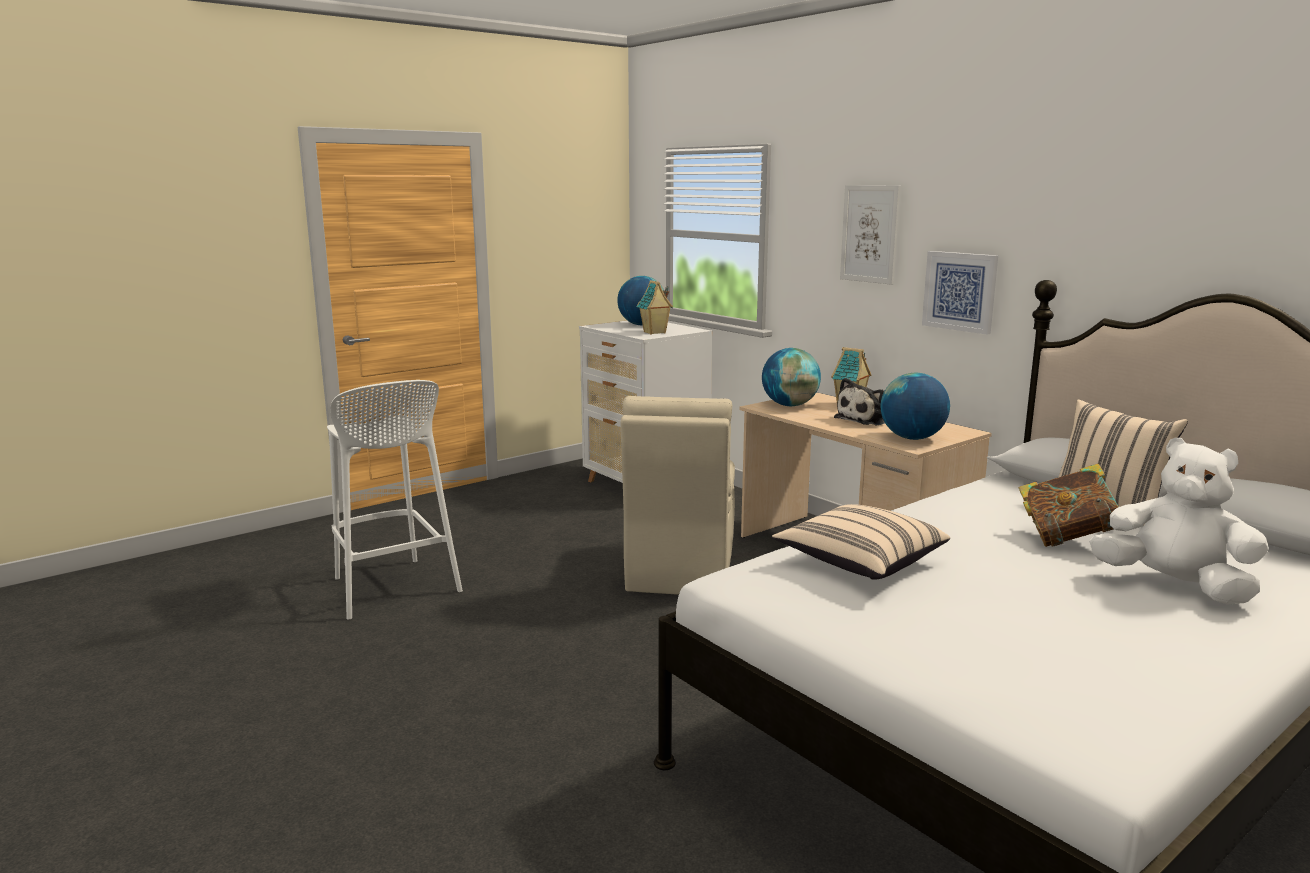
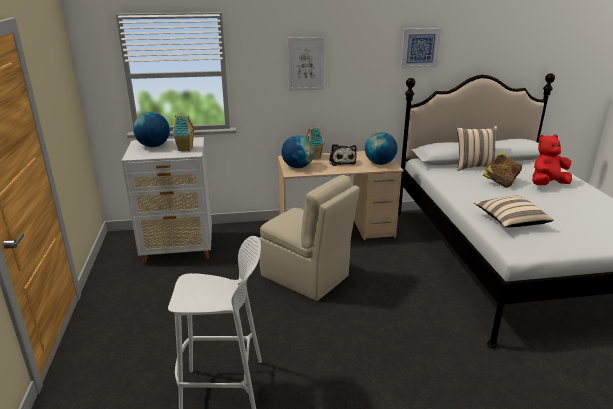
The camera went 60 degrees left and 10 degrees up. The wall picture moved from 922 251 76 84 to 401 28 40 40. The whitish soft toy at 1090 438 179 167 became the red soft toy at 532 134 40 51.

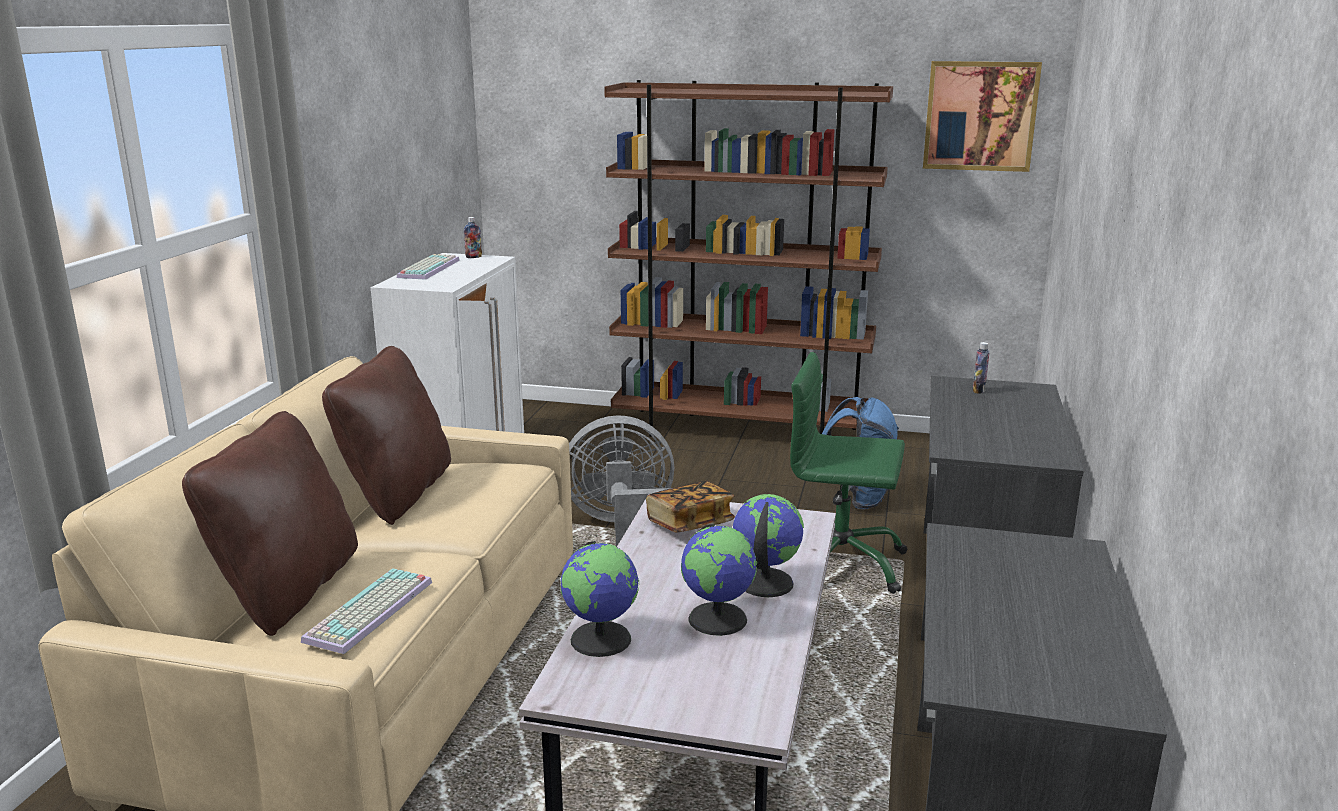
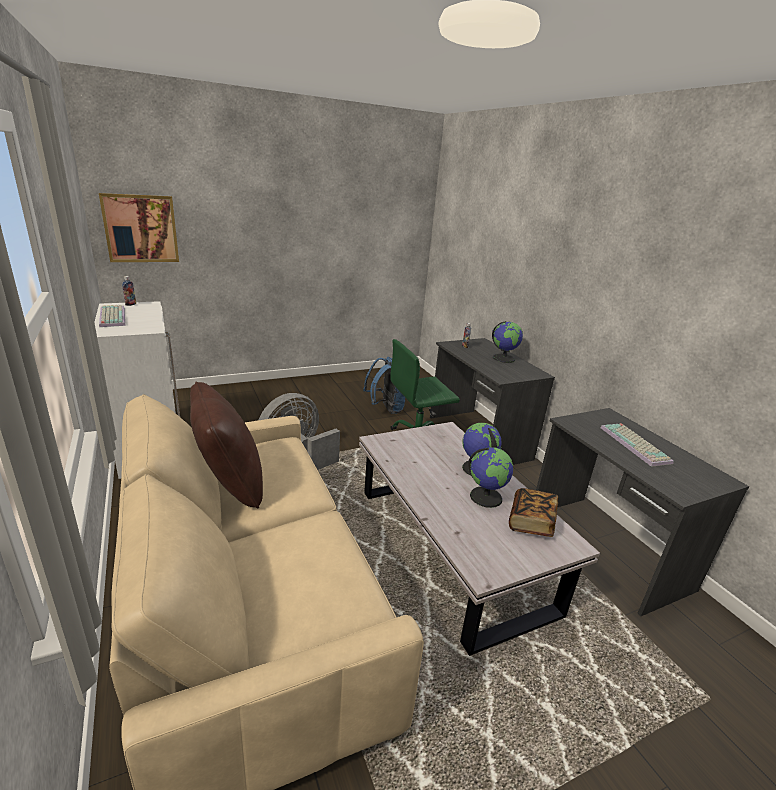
The camera went 40 degrees left and 5 degrees up. The brown cushion at 182 411 176 225 disappeared. The brown bookshelf at 604 80 289 357 disappeared. The keyboard moved from 301 568 131 86 to 601 423 73 44. The world globe moved from 560 541 79 116 to 492 321 31 42. The volume moved from 646 481 89 52 to 509 488 49 49. The wall picture moved from 923 61 119 111 to 99 193 80 69.

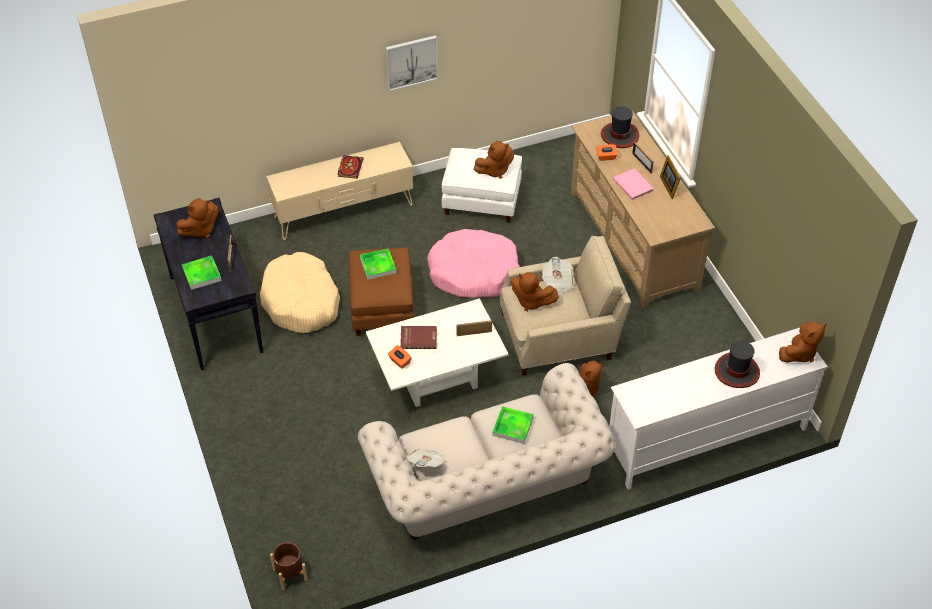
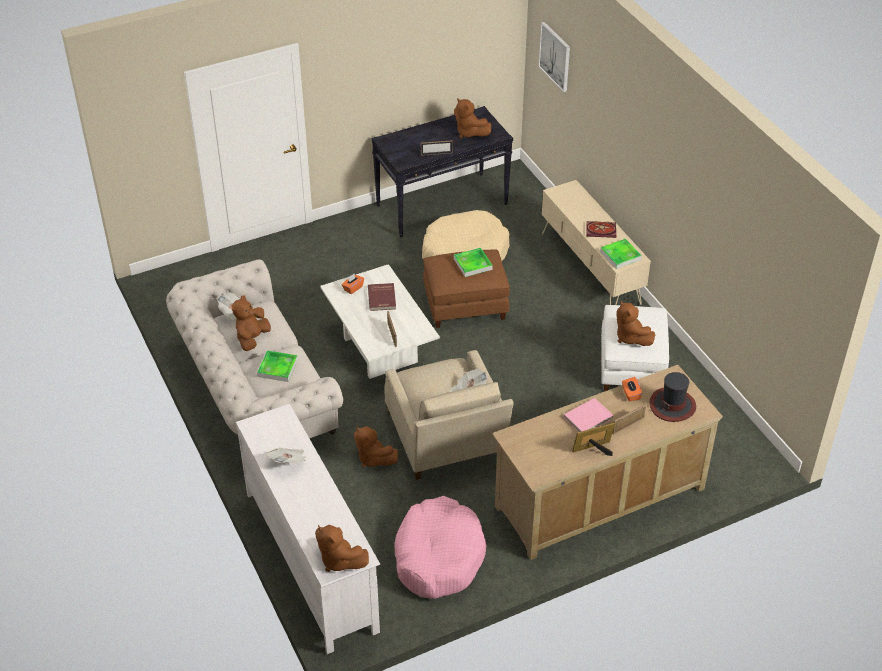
The camera went 85 degrees right and 5 degrees down. The brown plant pot at 270 542 38 48 disappeared. The hat at 715 341 45 47 disappeared. The printed paper at 266 448 40 15 appeared. The carrying tray moved from 182 256 40 34 to 600 239 42 30. The wall picture moved from 385 35 53 56 to 538 22 32 70. The pink-coloured dog bed moved from 427 229 93 69 to 394 496 92 103. The brown soft toy moved from 511 272 48 39 to 231 295 40 56.

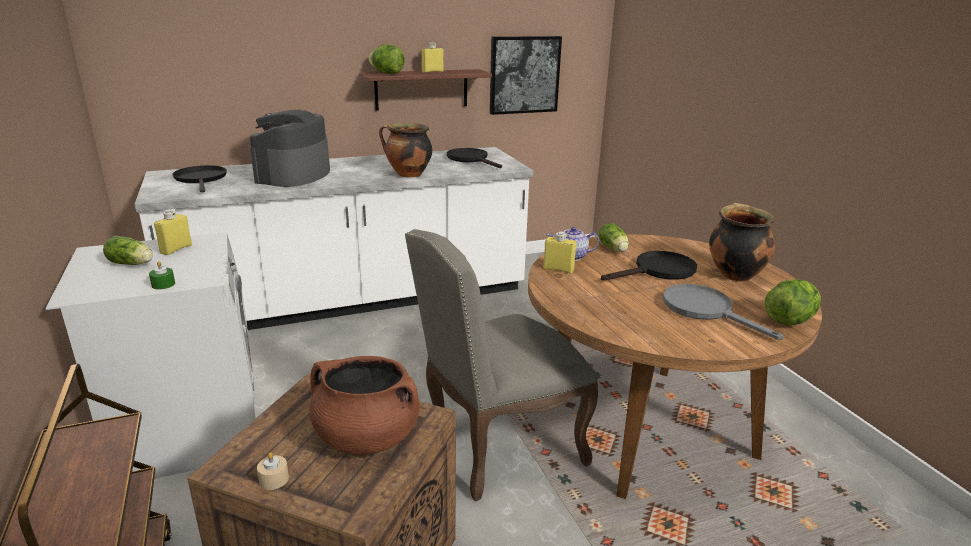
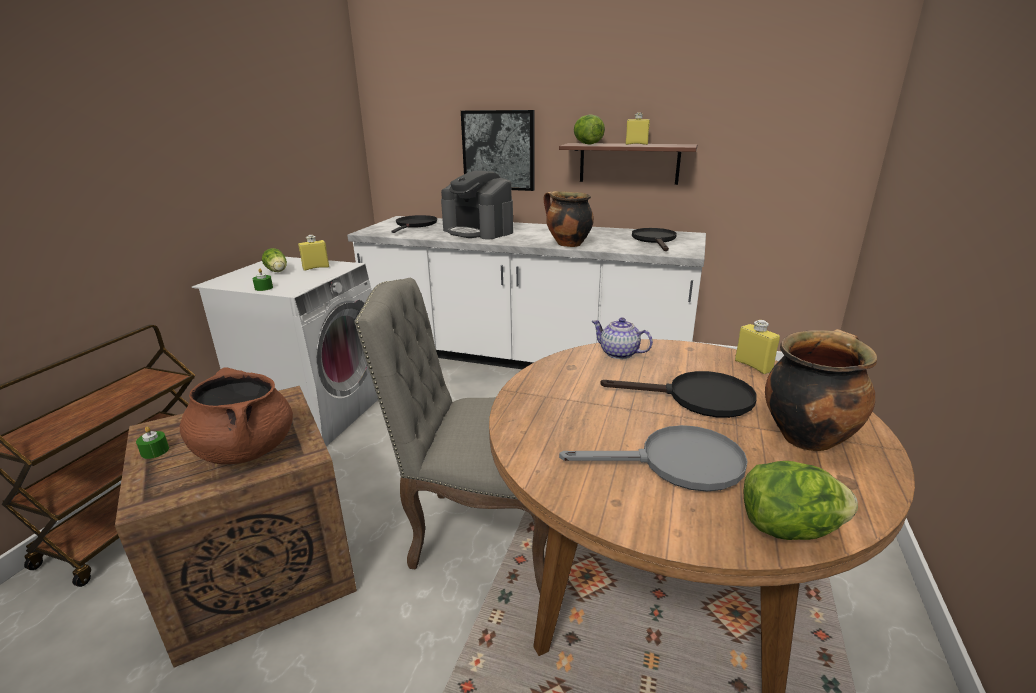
The camera went 40 degrees right and 0 degrees up. The head of lettuce at 599 223 30 29 disappeared. The wall picture moved from 490 36 72 79 to 461 110 74 81. The yellowish drink bottle moved from 543 231 33 43 to 735 320 45 54. The beige-coloured candle at 257 452 32 38 became the green candle at 136 427 33 32. The coffee machine at 250 110 80 77 turned 105 degrees counterclockwise. The greyish frying pan at 663 284 121 56 turned 90 degrees clockwise.

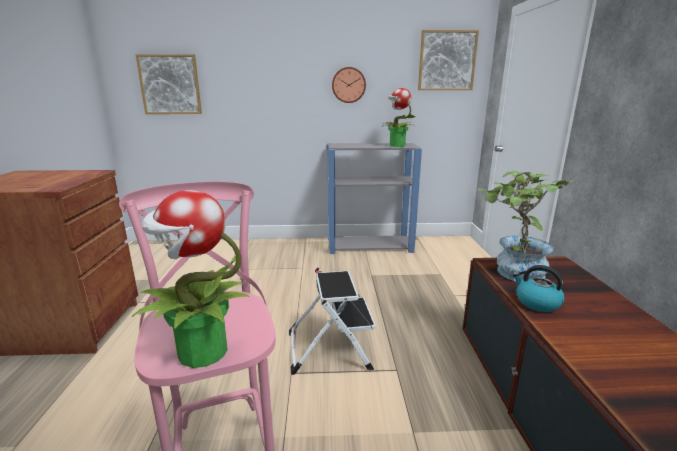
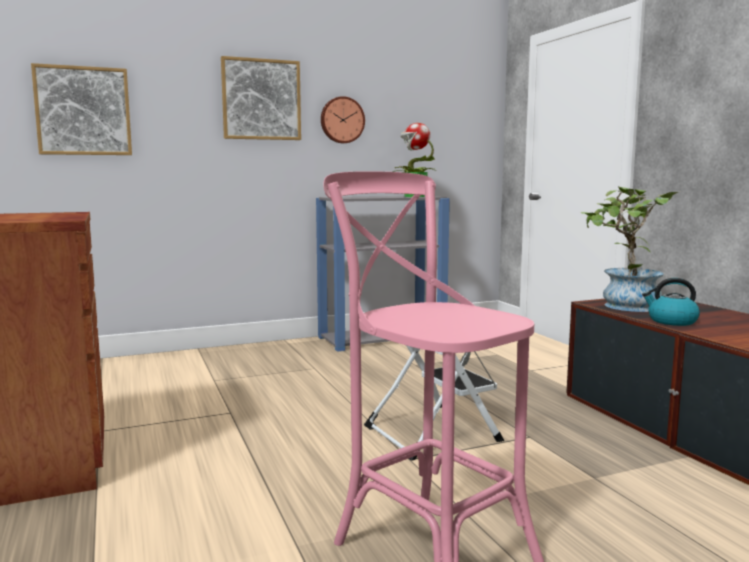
The camera went 20 degrees left and 10 degrees down. The potted plant at 132 190 118 178 disappeared. The wall picture moved from 418 30 61 60 to 221 56 80 84.

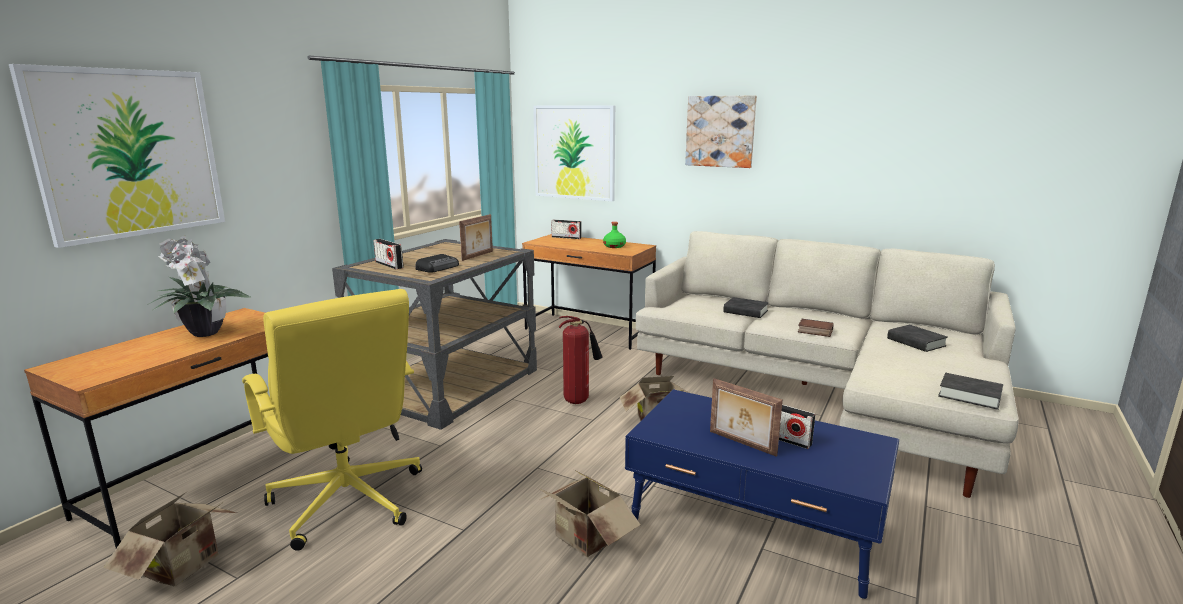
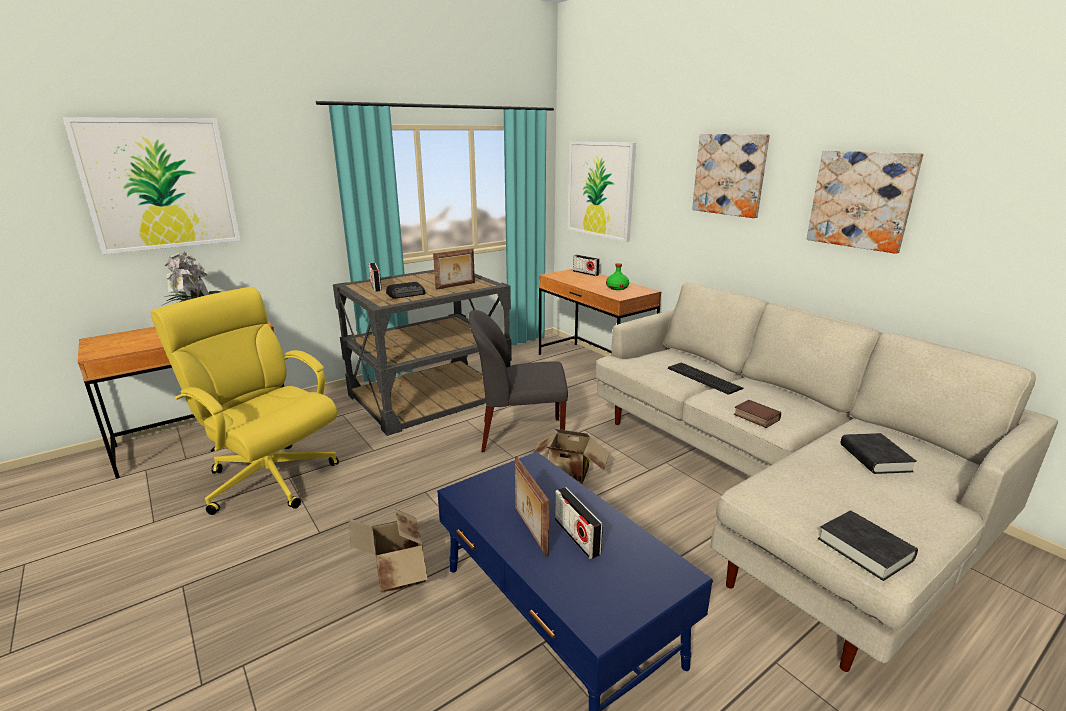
The camera went 25 degrees right and 5 degrees up. The packing box at 103 492 133 95 disappeared. The wall picture at 807 151 116 103 appeared. The extinguisher at 559 316 44 88 was replaced by the greyish chair at 469 310 99 142. The black-coloured volume at 723 297 46 21 was replaced by the keyboard at 668 363 75 32. The yellowish desk chair at 242 289 180 262 turned 135 degrees clockwise.

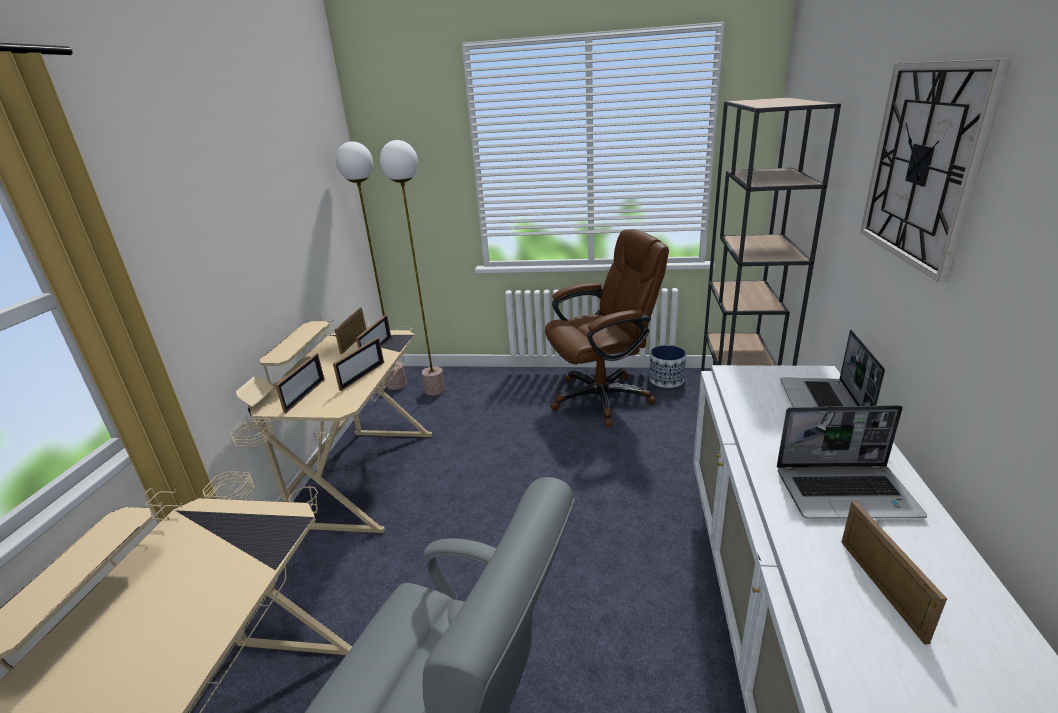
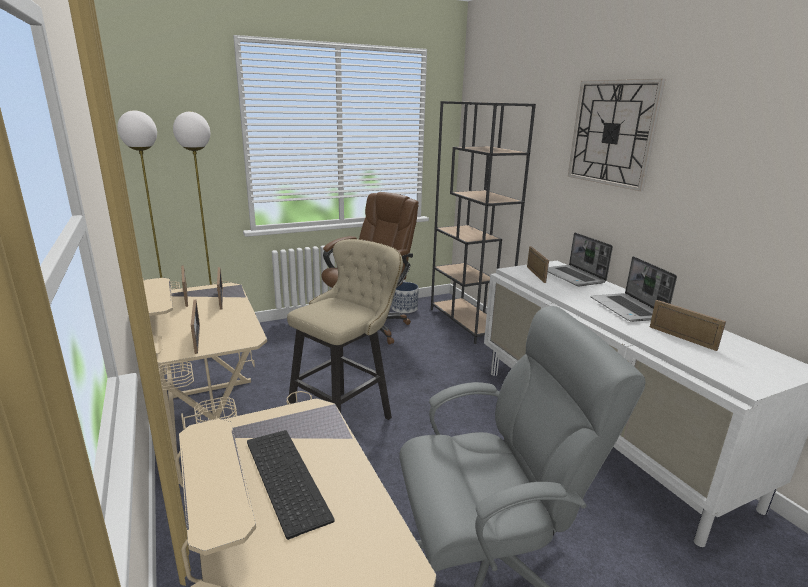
The camera went 35 degrees left and 5 degrees down. The keyboard at 247 430 88 110 appeared. The beige-coloured stool seat at 287 239 116 181 appeared. The photo frame moved from 333 337 51 54 to 527 246 22 37. The laptop at 777 405 150 114 turned 105 degrees clockwise.

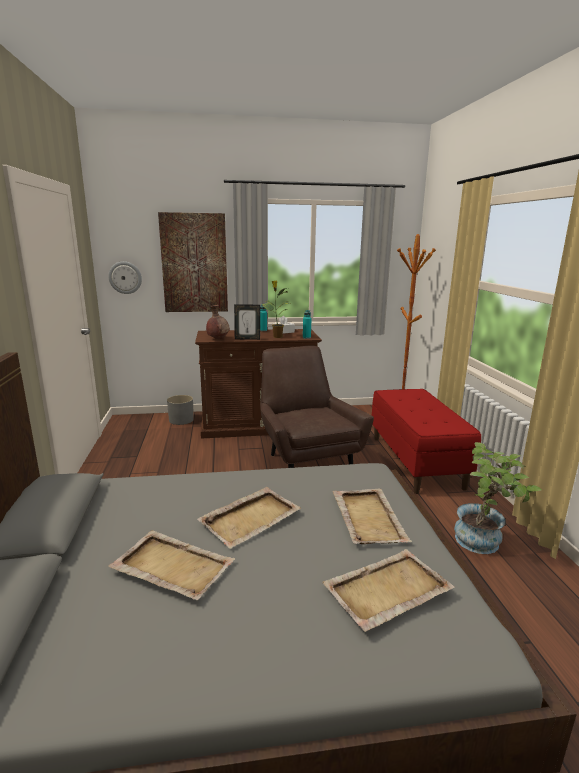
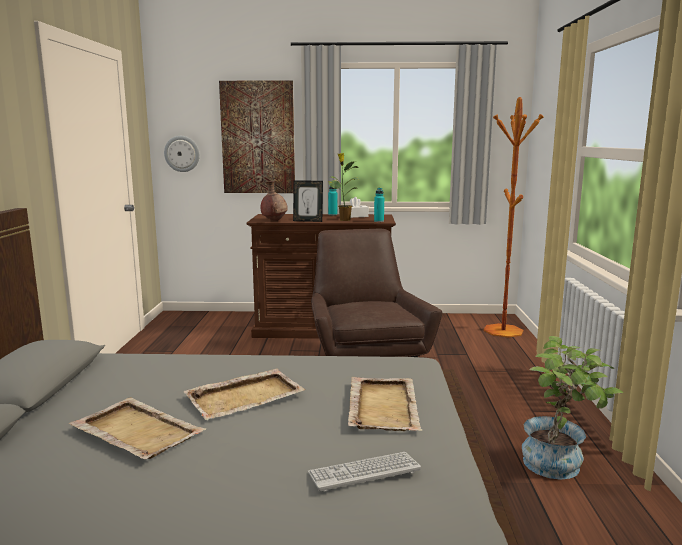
The camera went 10 degrees right and 5 degrees down. The greyish plant pot at 167 395 27 30 disappeared. The red bench at 372 389 109 105 disappeared. The beige-coloured carrying tray at 322 549 133 83 was replaced by the keyboard at 308 452 113 39.

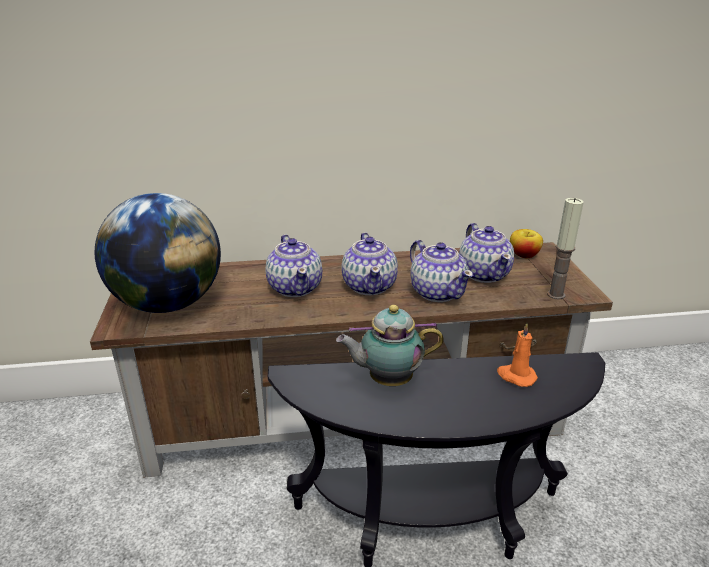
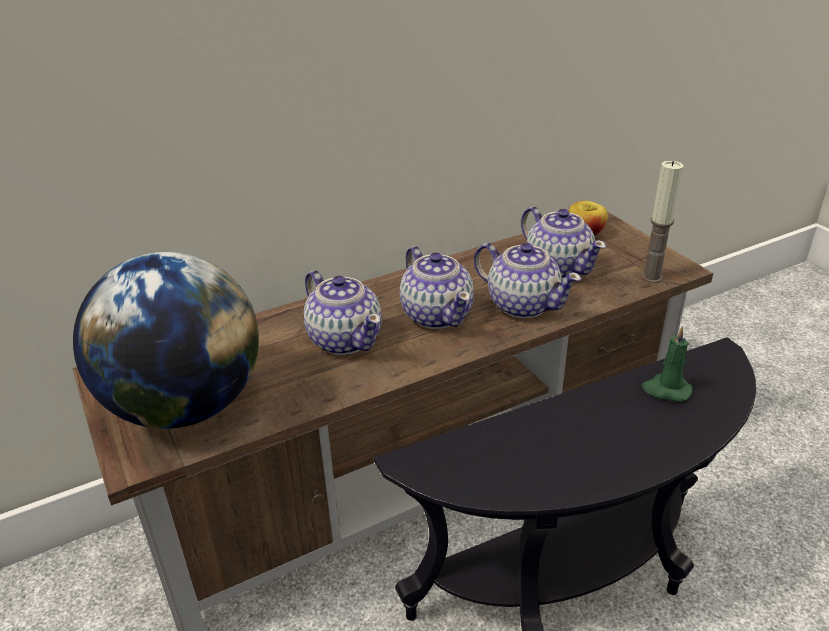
The camera went 20 degrees left and 5 degrees up. The pot for tea at 336 305 108 81 disappeared. The orange candle at 497 323 41 64 became the green candle at 642 326 51 76.

